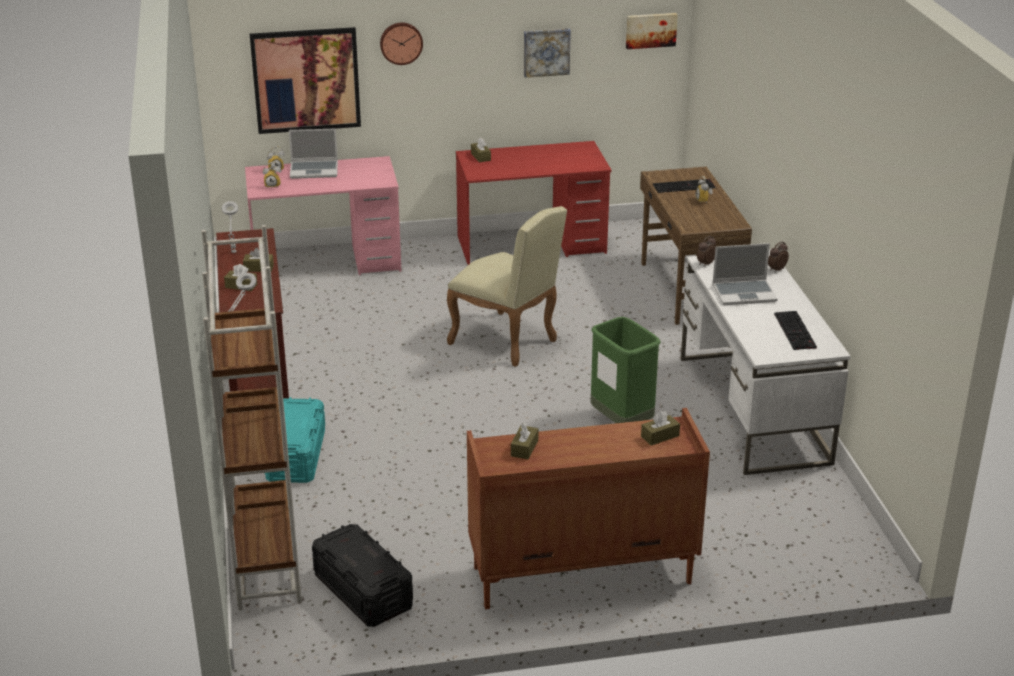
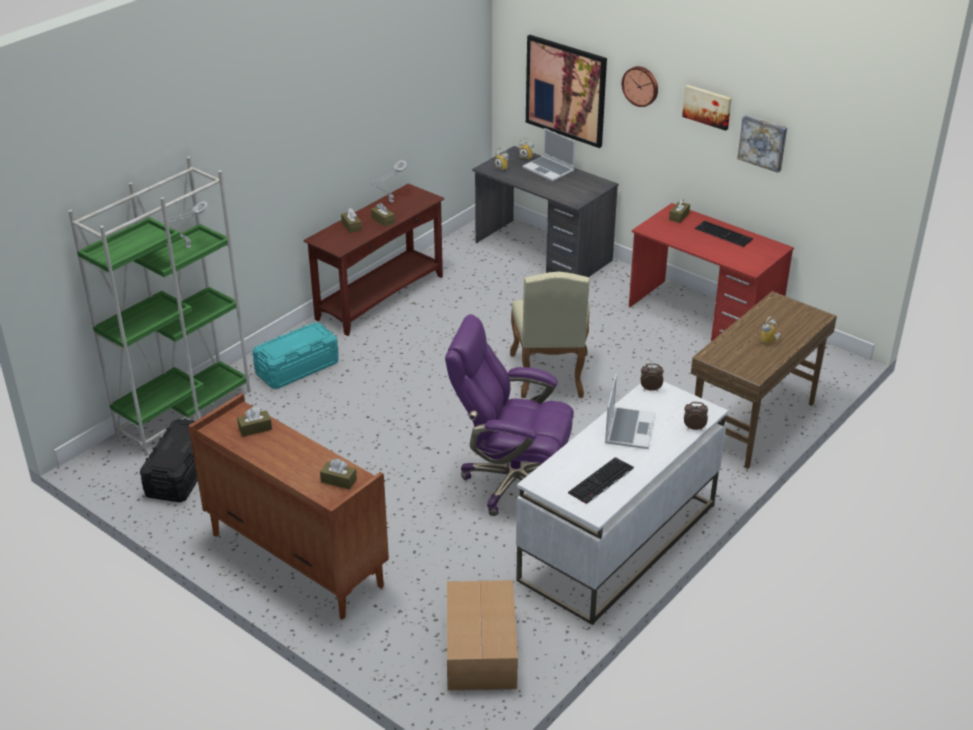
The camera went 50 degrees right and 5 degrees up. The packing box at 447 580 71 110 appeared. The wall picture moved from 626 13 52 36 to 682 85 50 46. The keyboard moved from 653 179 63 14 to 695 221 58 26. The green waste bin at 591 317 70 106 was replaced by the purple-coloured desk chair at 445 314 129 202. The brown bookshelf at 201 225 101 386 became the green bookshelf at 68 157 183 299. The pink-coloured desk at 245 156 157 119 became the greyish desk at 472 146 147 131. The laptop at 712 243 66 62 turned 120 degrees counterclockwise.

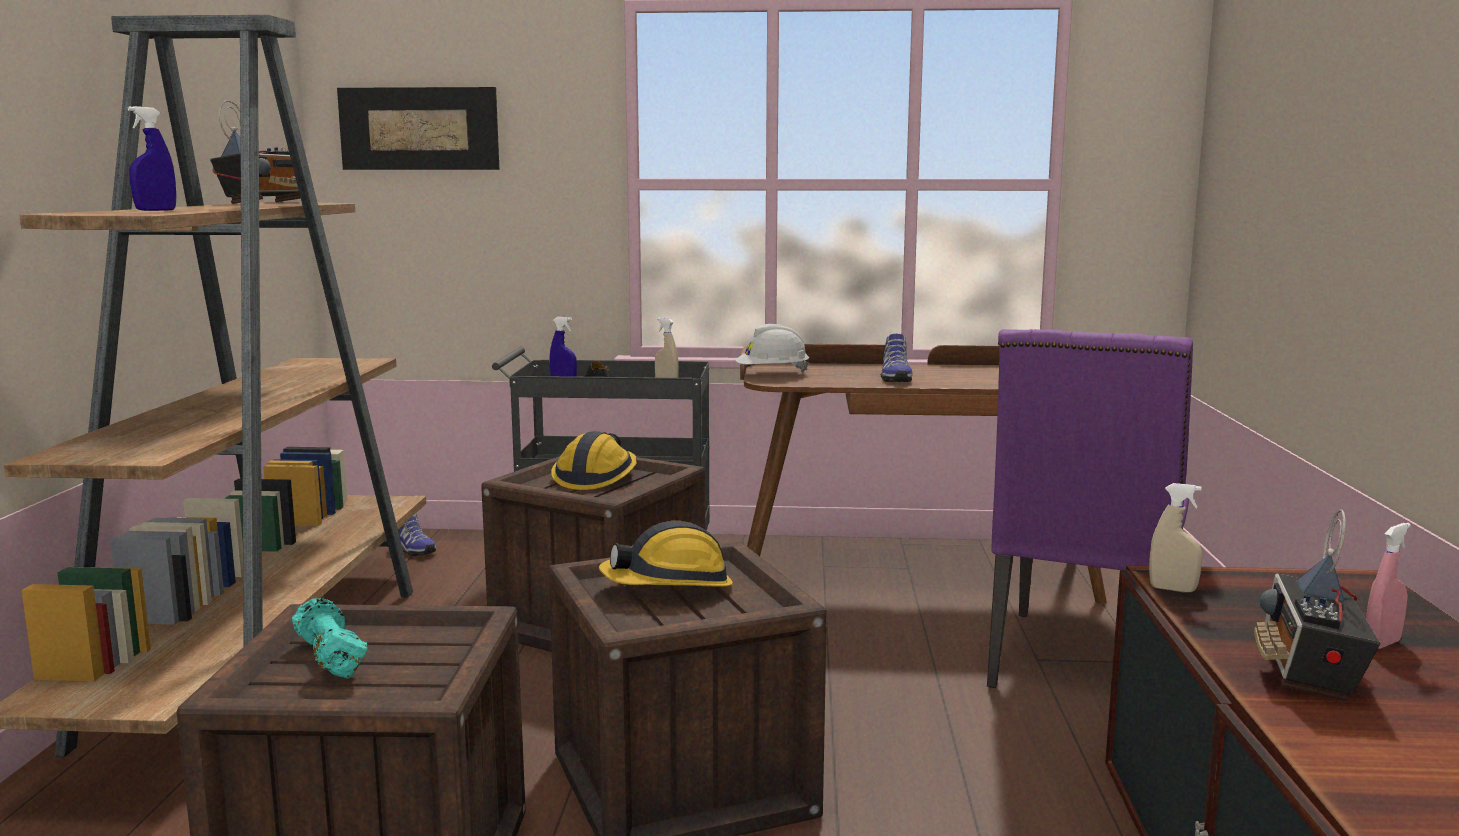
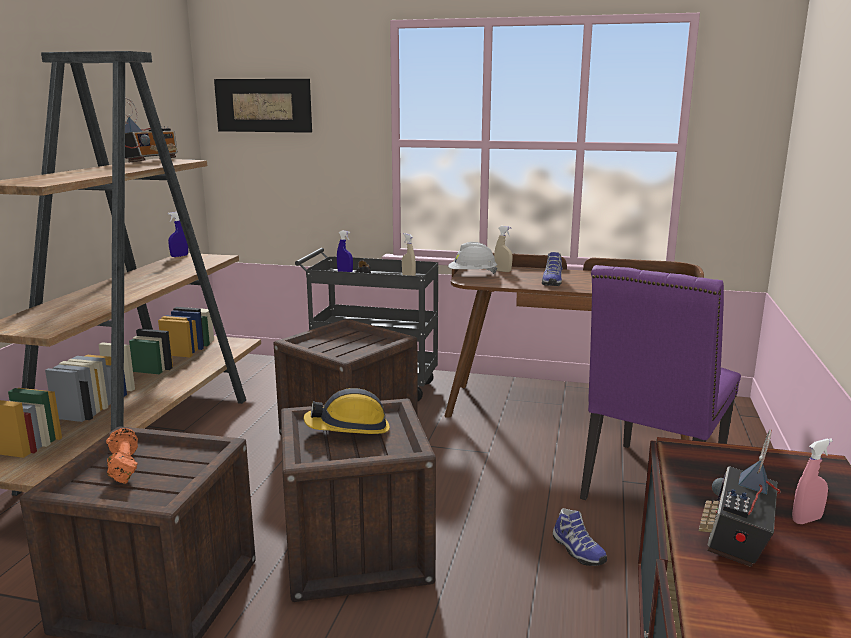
The camera went 10 degrees right and 5 degrees up. The work helmet at 551 431 86 59 disappeared. The blue sprayer moved from 128 106 48 105 to 168 212 20 45. The item of footwear moved from 398 513 38 43 to 553 508 54 58. The beige-coloured sprayer moved from 1149 483 53 110 to 494 226 19 46. The turquoise-coloured dumbbell at 292 598 76 81 became the orange dumbbell at 106 428 32 56.

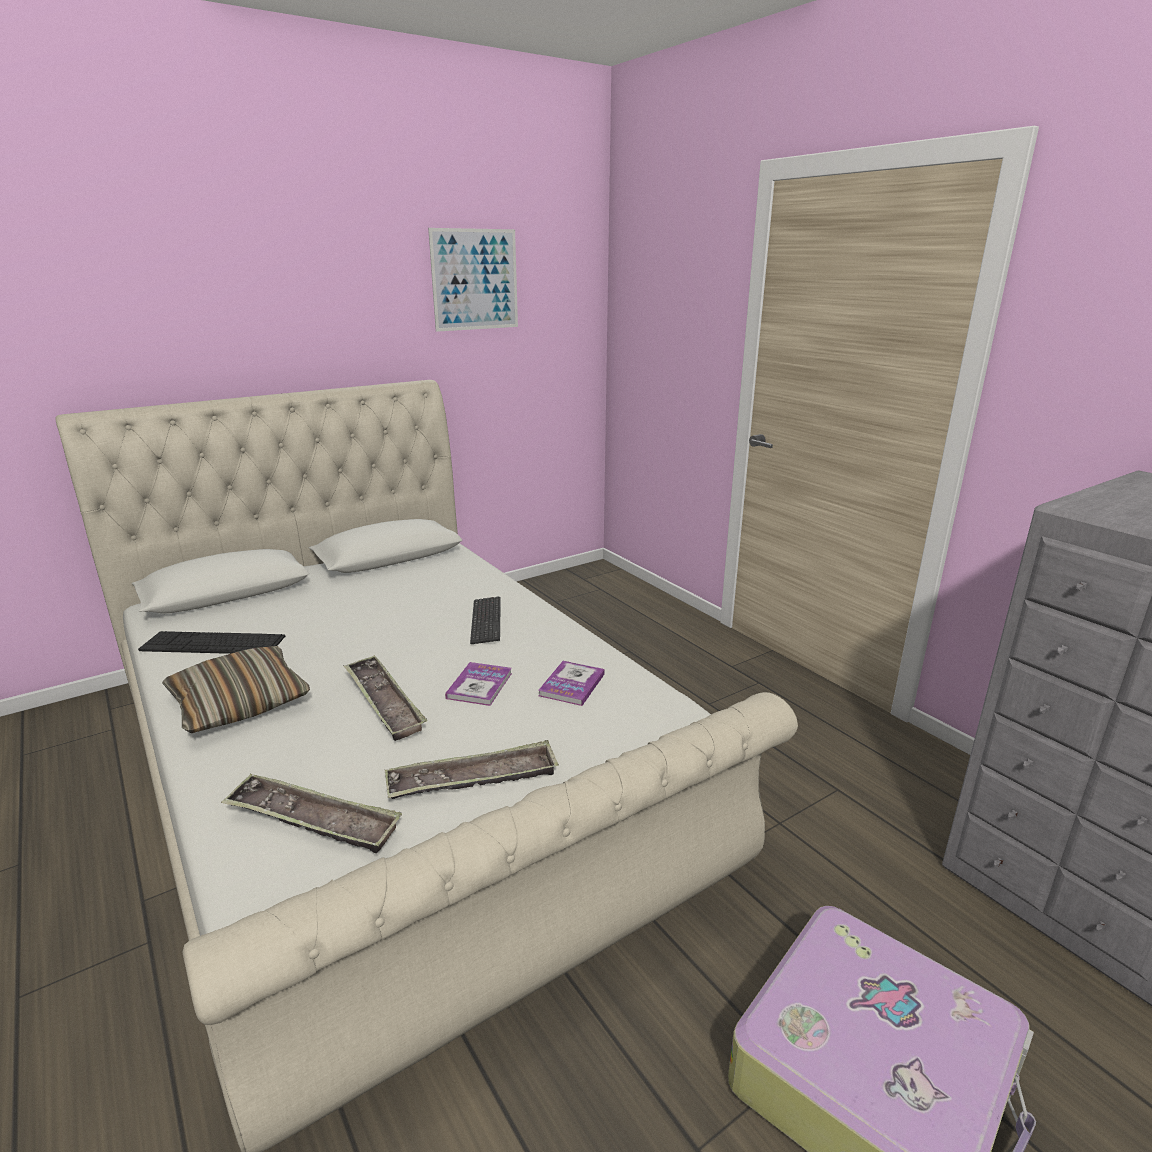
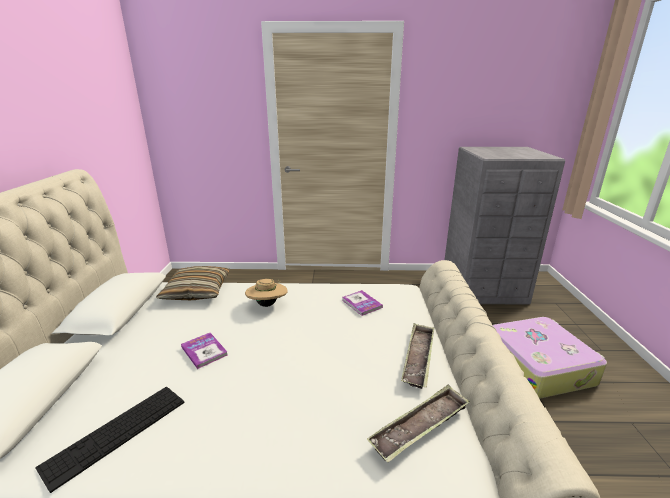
The camera went 55 degrees left and 0 degrees up. The carrying tray at 344 655 83 86 disappeared. The wall picture at 428 228 90 104 disappeared. The cushion moved from 162 646 148 87 to 156 266 74 34. The volume moved from 445 662 67 44 to 181 332 47 37. The keyboard at 470 597 31 47 was replaced by the beige-coloured hat at 245 279 43 28.

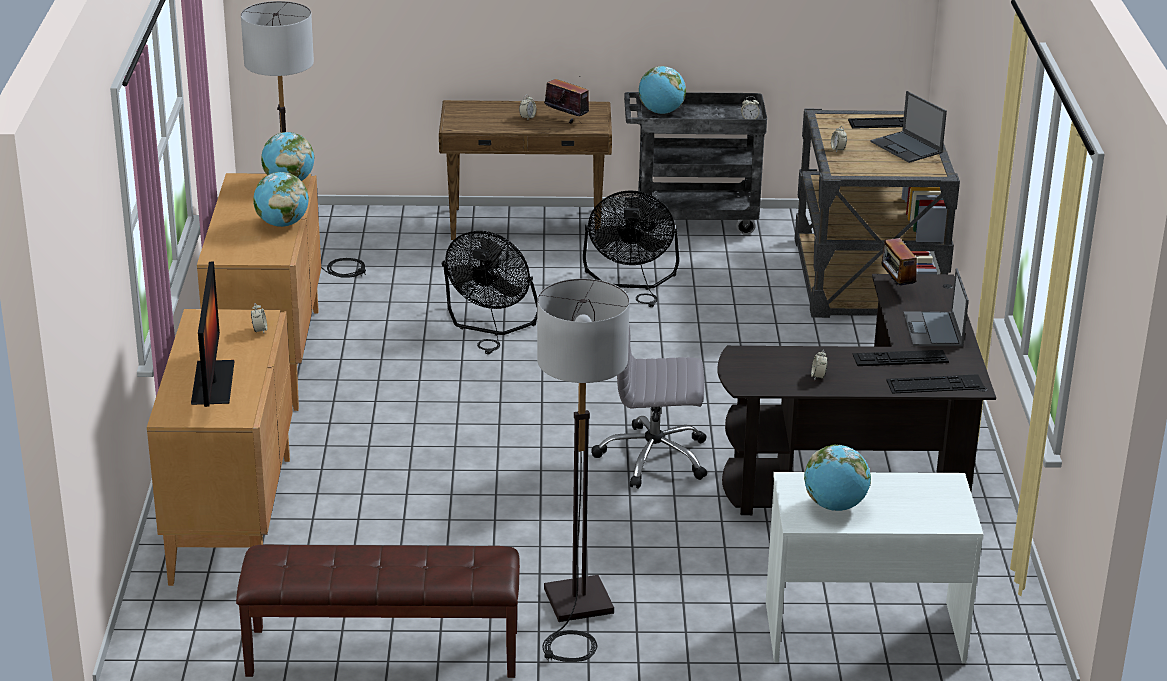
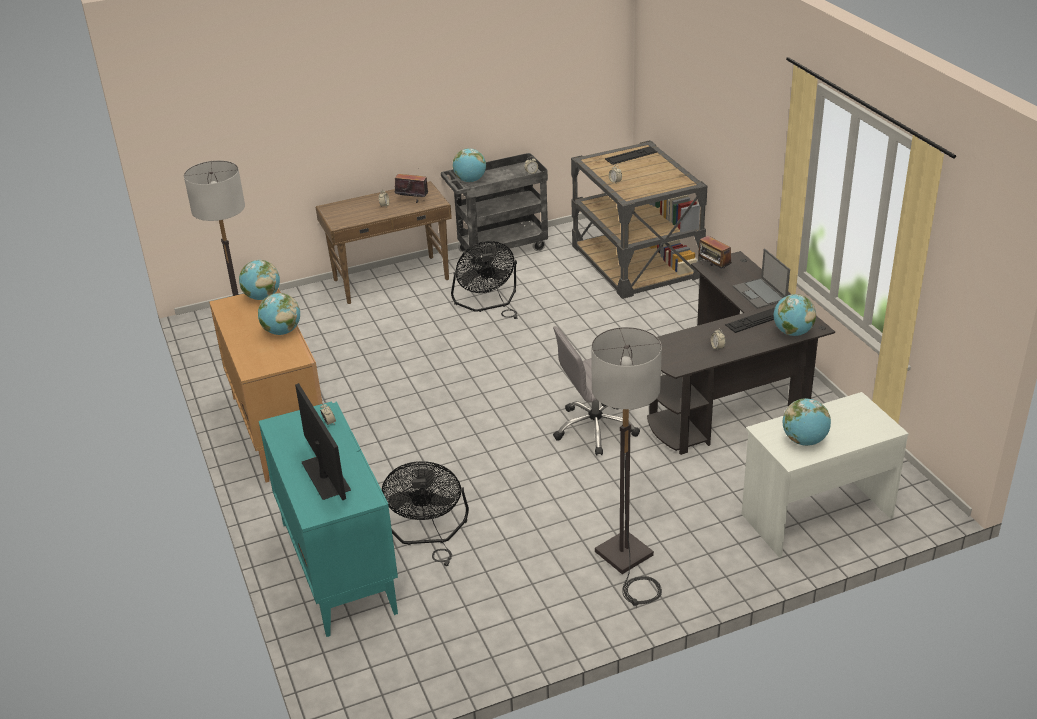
The camera went 20 degrees left and 5 degrees up. The brown bench at 236 545 284 133 disappeared. The laptop at 870 91 77 72 disappeared. The black-coloured fan moved from 442 231 96 124 to 382 461 87 105. The keyboard at 886 374 99 20 was replaced by the world globe at 774 294 42 42. The brown cabinet at 147 309 146 277 became the turquoise-coloured cabinet at 259 401 139 236.

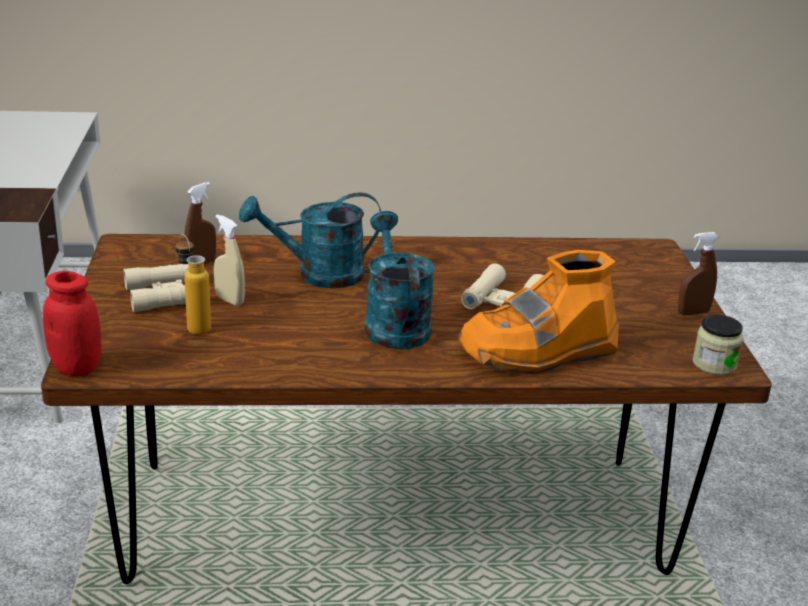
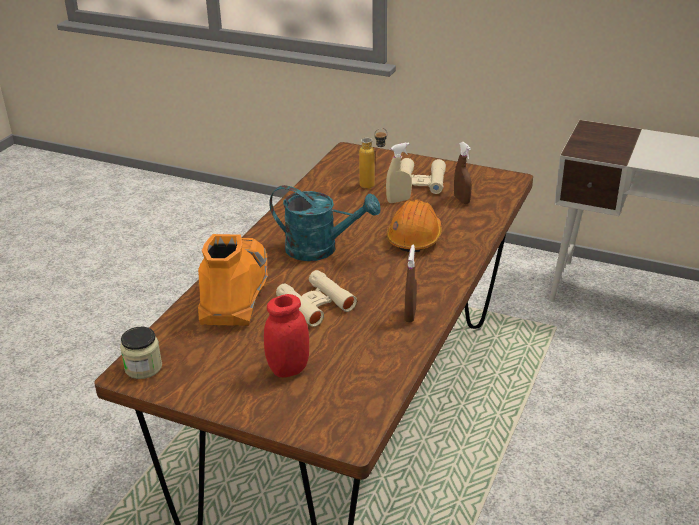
The camera went 120 degrees right and 5 degrees up. The red storage jar moved from 43 271 59 105 to 264 294 45 84. The brown sprayer moved from 678 232 41 83 to 404 245 13 77. The turquoise-coloured sprinkling can at 239 192 142 96 was replaced by the orange work helmet at 386 200 56 53.

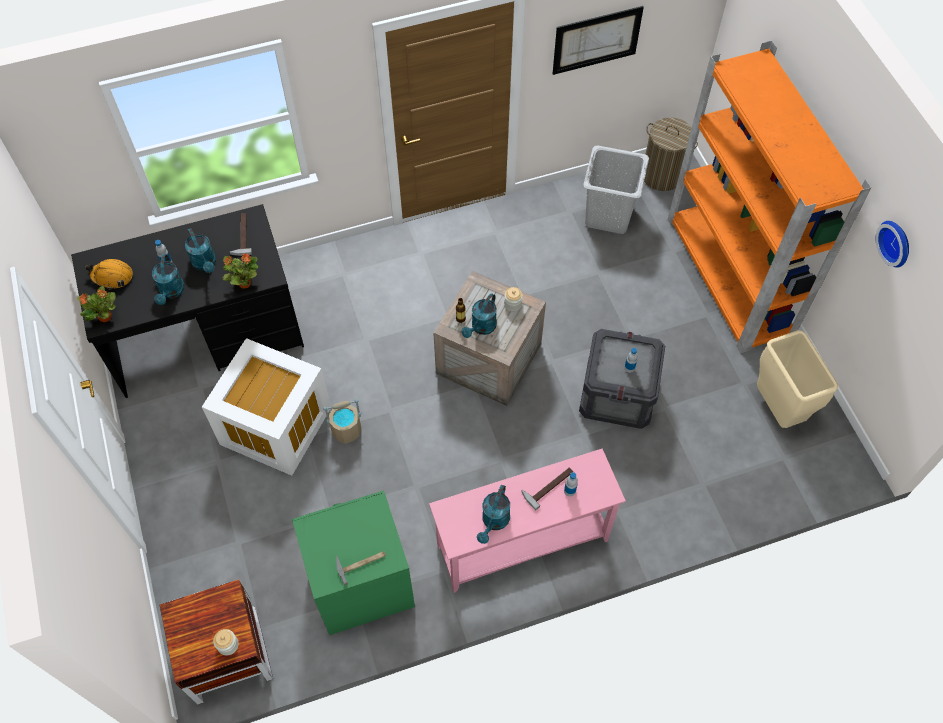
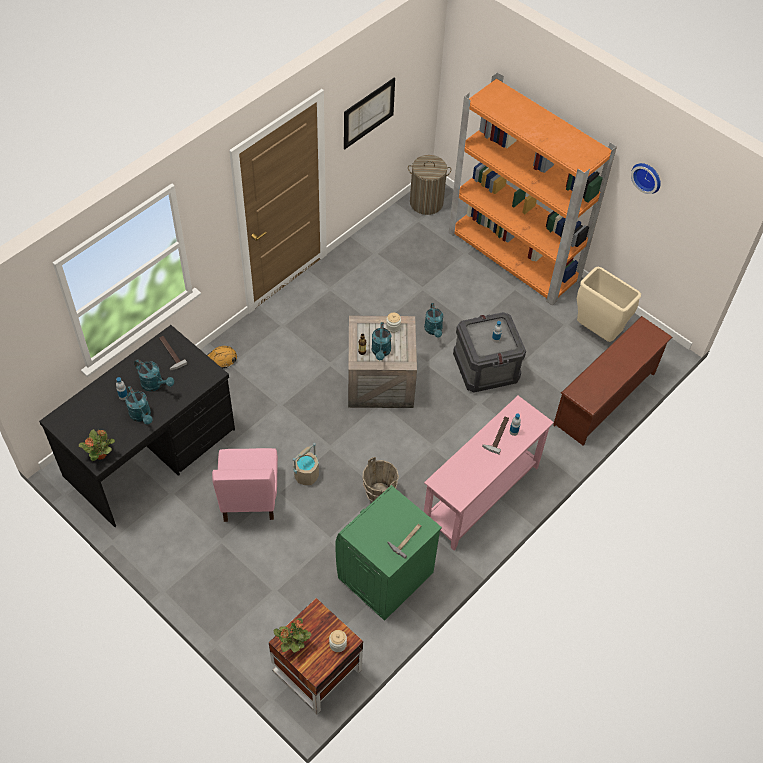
The camera went 30 degrees left and 5 degrees down. The greyish hamper at 583 145 66 89 disappeared. The brown bucket at 362 457 37 45 appeared. The brown shoe shelf at 553 316 119 130 appeared. The orange work helmet moved from 85 259 48 31 to 207 346 30 22. The potted plant moved from 222 253 36 36 to 274 618 38 34. The turquoise-coloured sprinkling can moved from 477 485 33 59 to 424 303 20 34. The whitish storage container at 202 338 129 138 was replaced by the pink-coloured chair at 212 448 66 74.

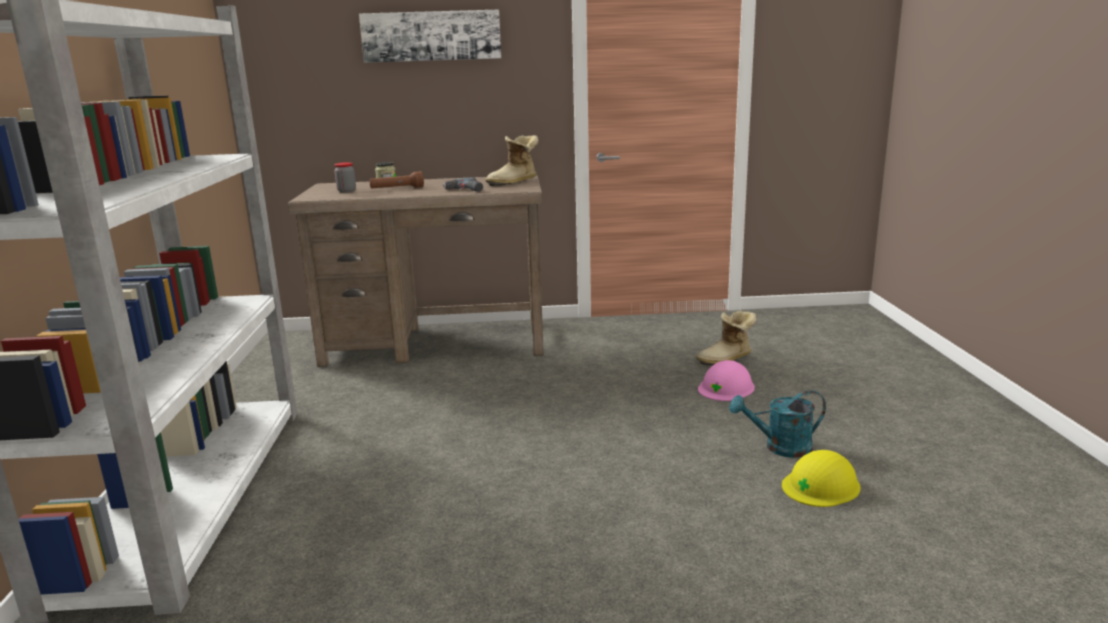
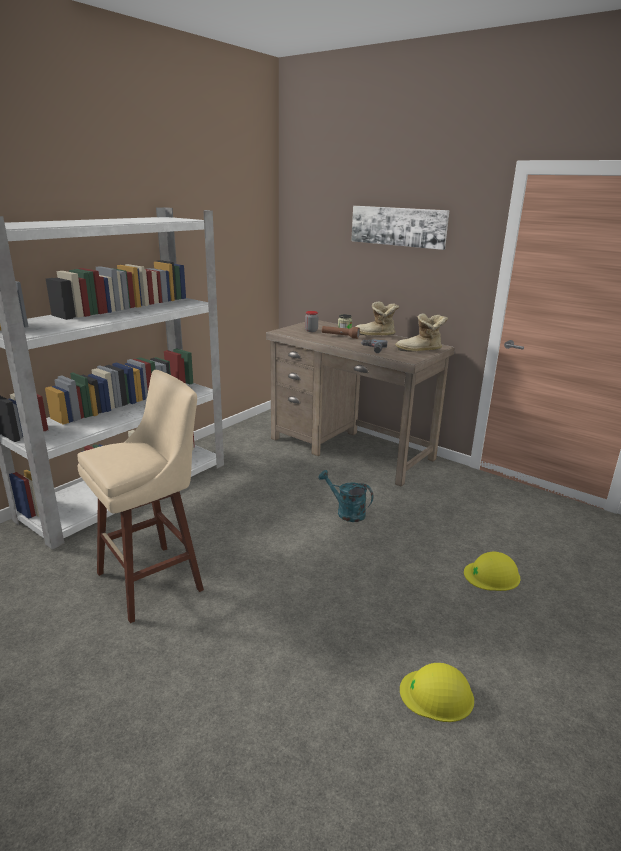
The camera went 40 degrees right and 5 degrees up. The beige-coloured stool seat at 77 370 127 253 appeared. The tall boot moved from 696 310 60 55 to 356 301 43 34. The turquoise-coloured sprinkling can moved from 729 390 97 68 to 318 470 55 52. The pink-coloured work helmet at 698 360 57 41 became the yellowish work helmet at 464 551 57 40.

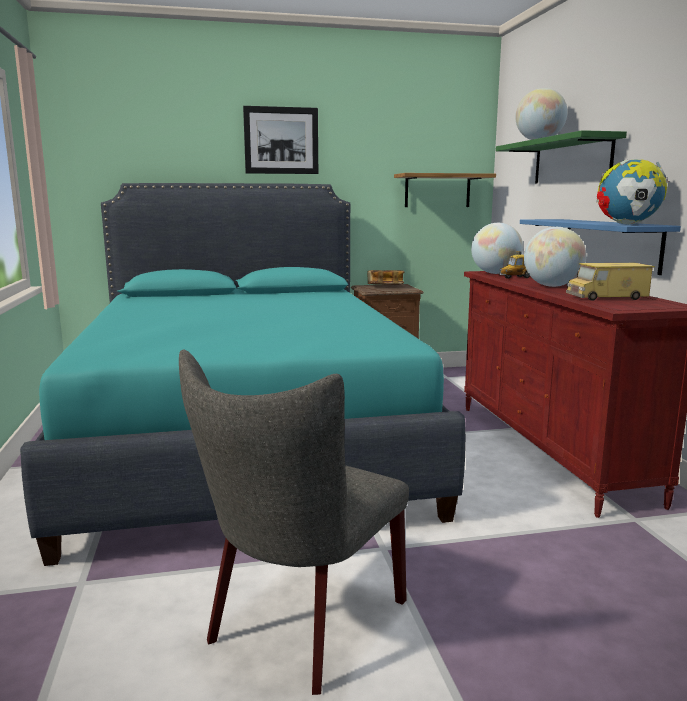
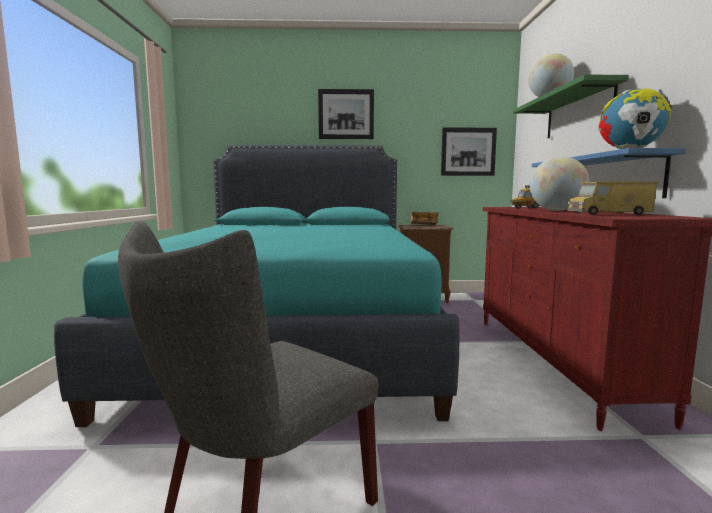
The camera went 10 degrees right and 5 degrees down. The world globe at 471 223 52 51 disappeared. The wall shelf at 394 173 102 34 was replaced by the wall picture at 441 127 56 49.

